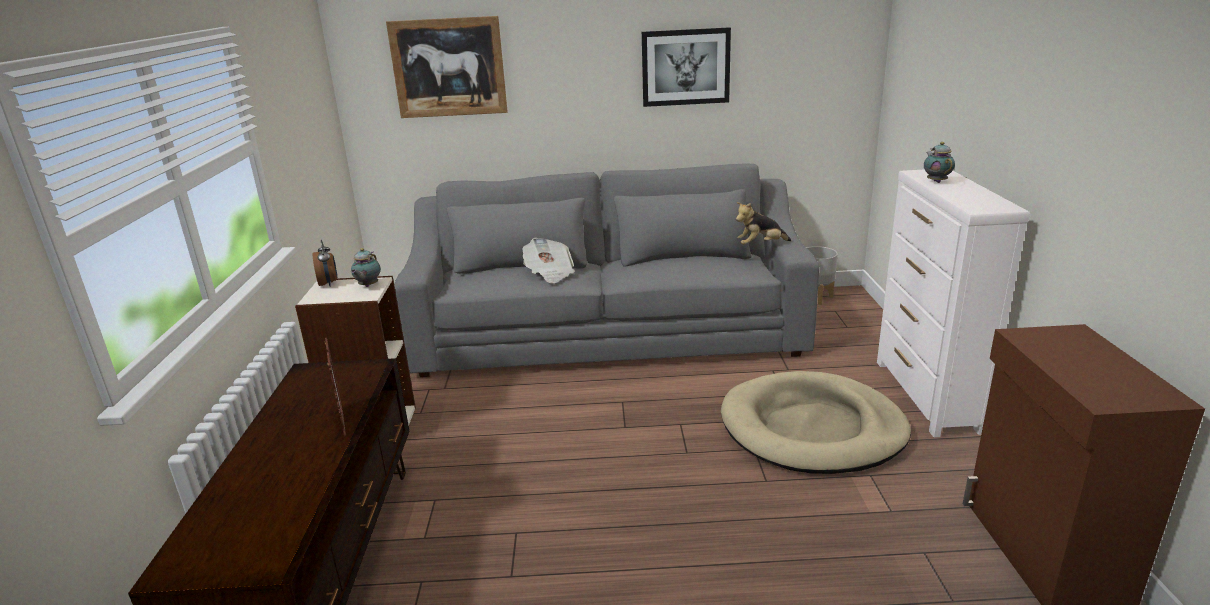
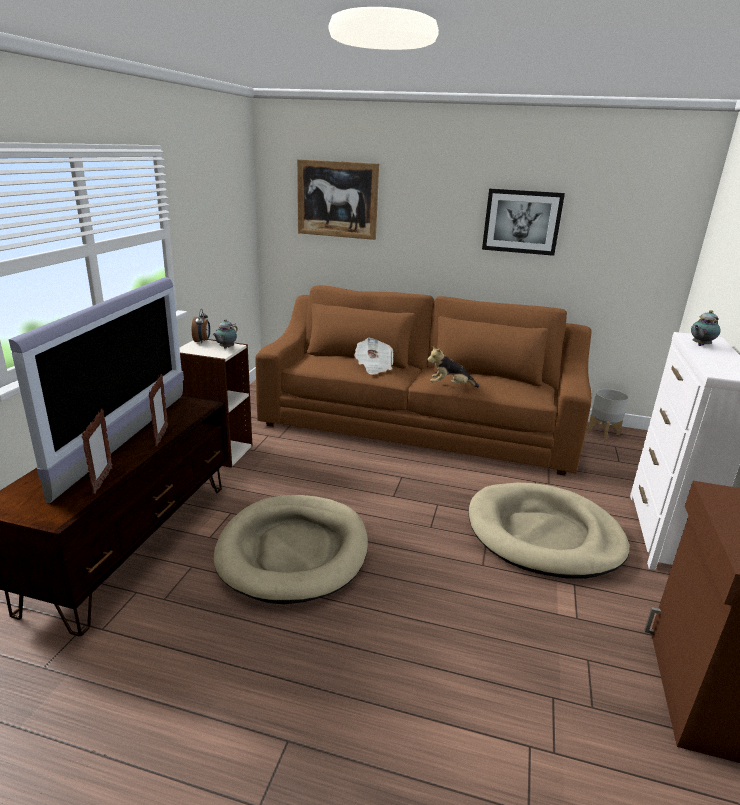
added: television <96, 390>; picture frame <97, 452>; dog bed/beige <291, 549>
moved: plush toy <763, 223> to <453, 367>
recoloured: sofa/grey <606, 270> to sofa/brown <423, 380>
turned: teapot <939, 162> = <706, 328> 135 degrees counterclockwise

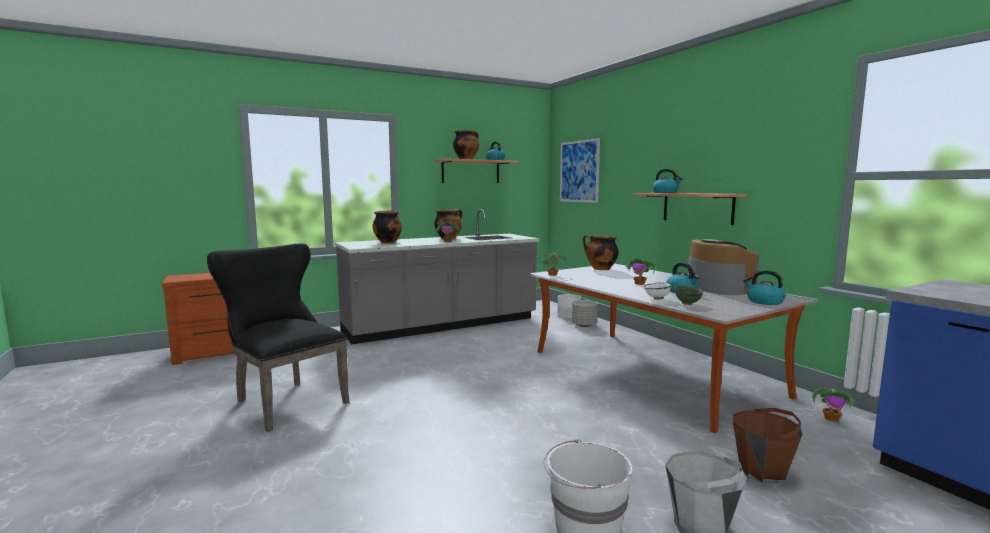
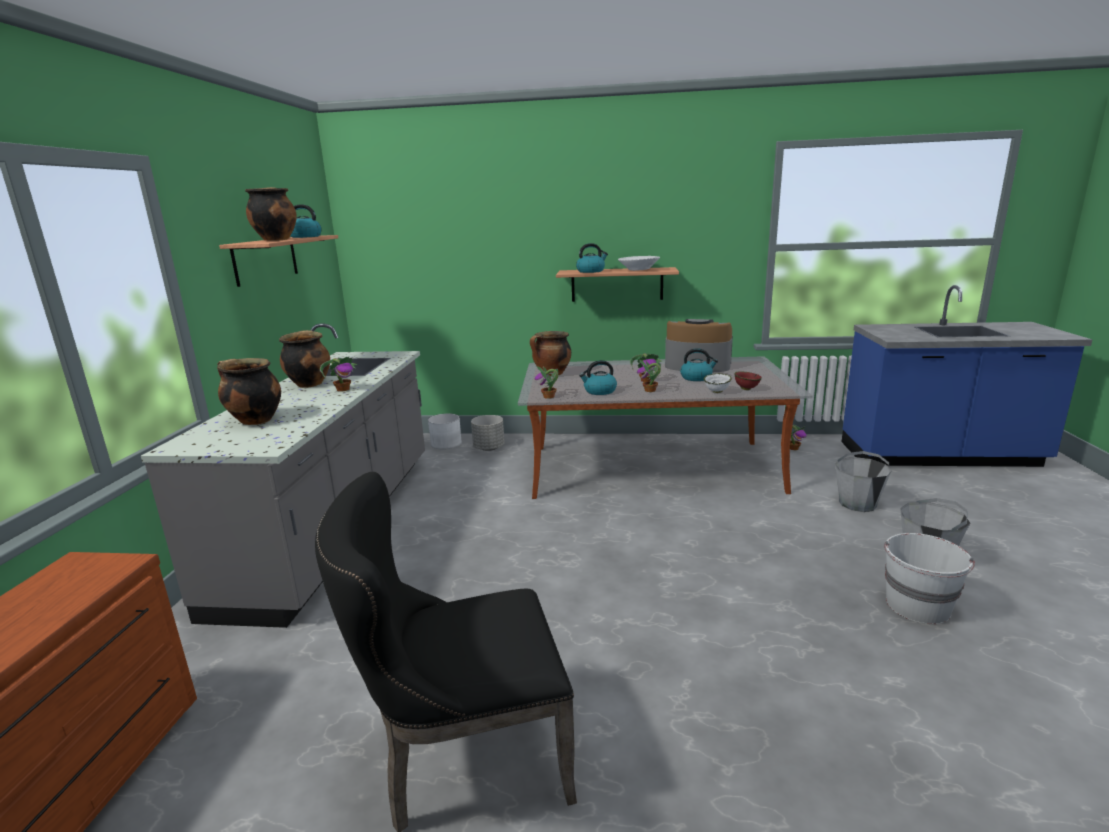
removed: picture <580, 170>
added: bowl/white <639, 263>; potted plant <649, 376>
moved: kettle <764, 287> to <598, 377>
recoloured: bowl/green <689, 295> to bowl/red <748, 380>; bucket/brown <767, 446> to bucket/grey <863, 481>

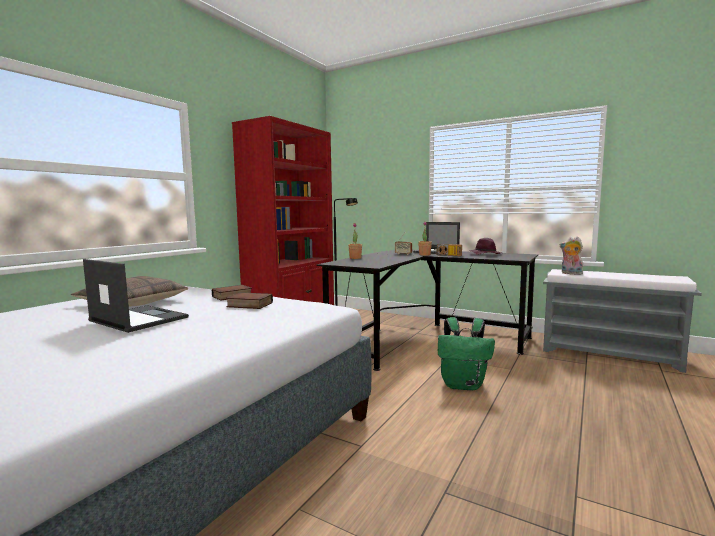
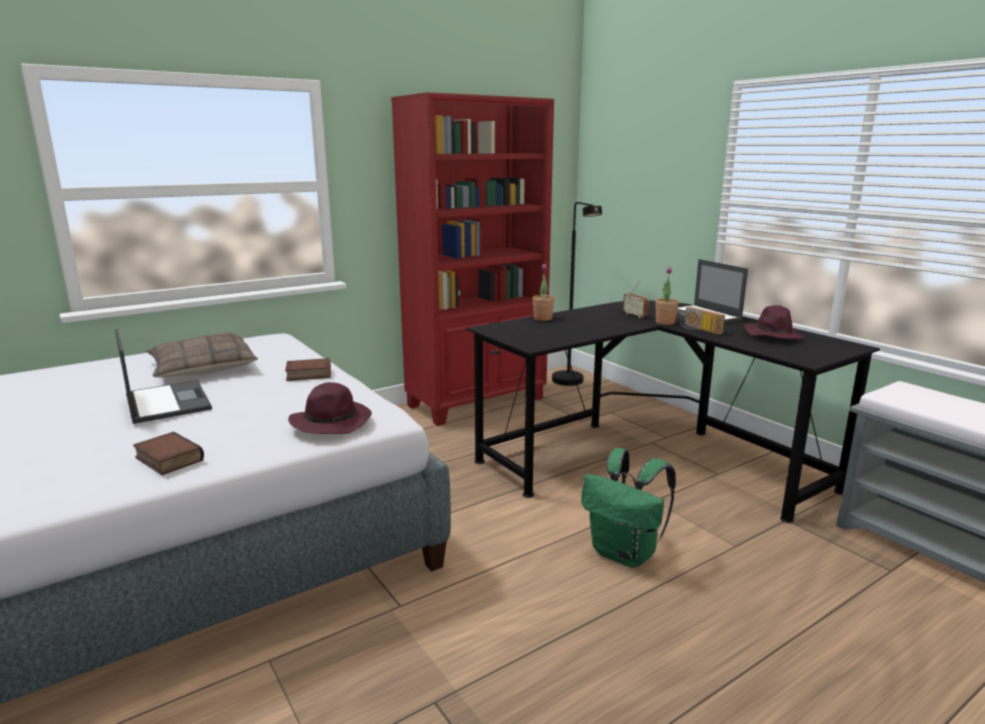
removed: plush toy <571, 255>
added: hat/purple <330, 408>
moved: book <249, 300> to <168, 453>

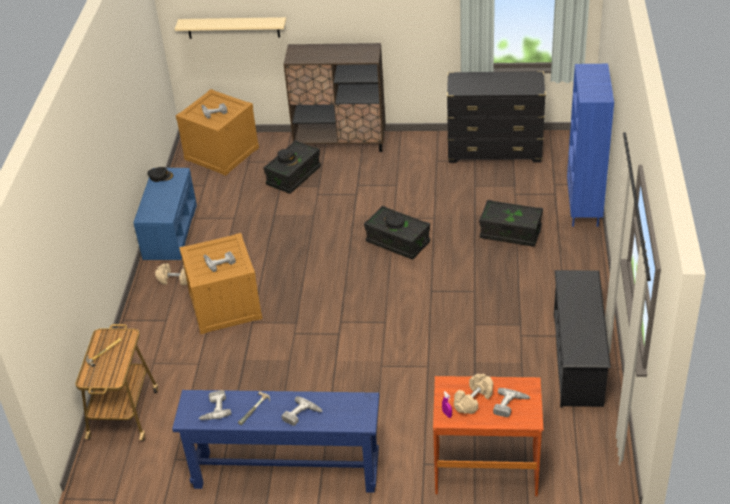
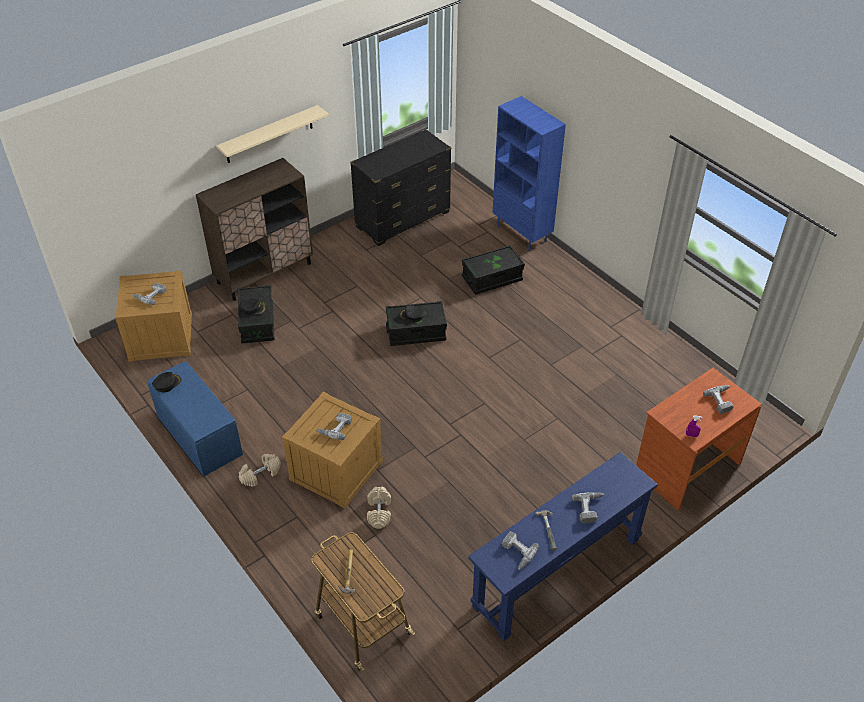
removed: shoe rack/black <582, 339>
moved: shelf/beige <230, 28> to <272, 134>; dumbbell/beige <473, 394> to <379, 508>

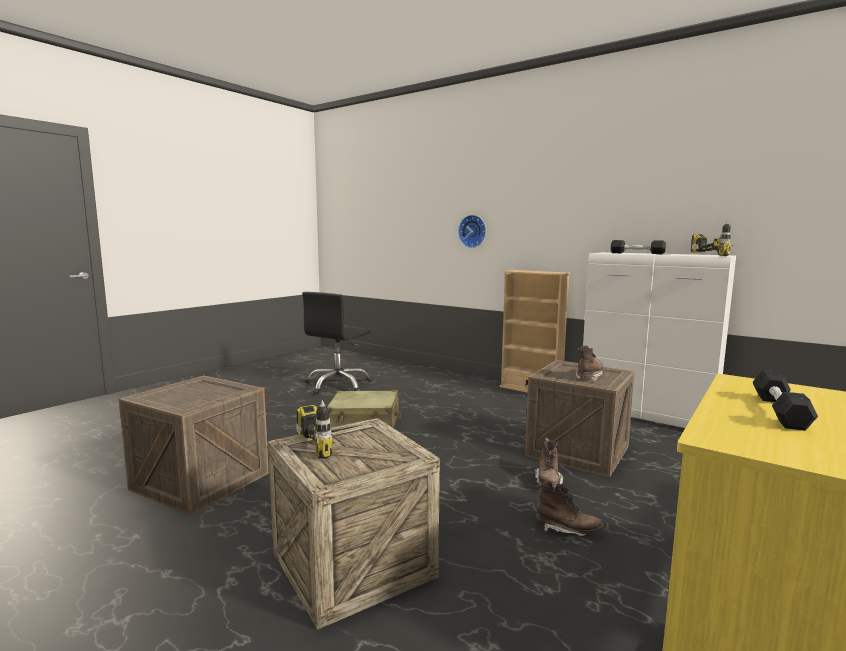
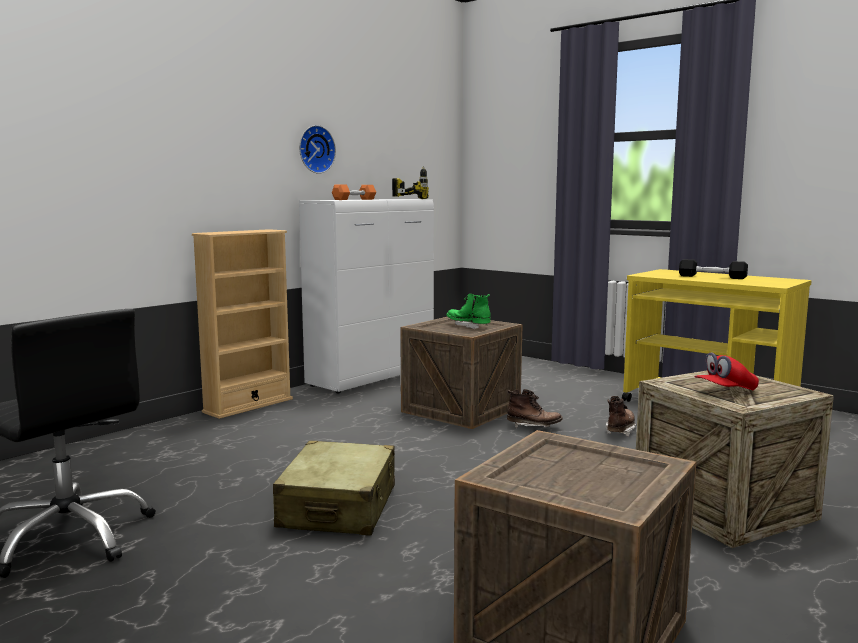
moved: wall clock <472, 231> to <317, 149>
replaced: power drill <331, 429> to cap/red <726, 371>
recoloured: boot/brown <590, 363> to boot/green <469, 311>; dumbbell/black <638, 247> to dumbbell/orange <354, 192>

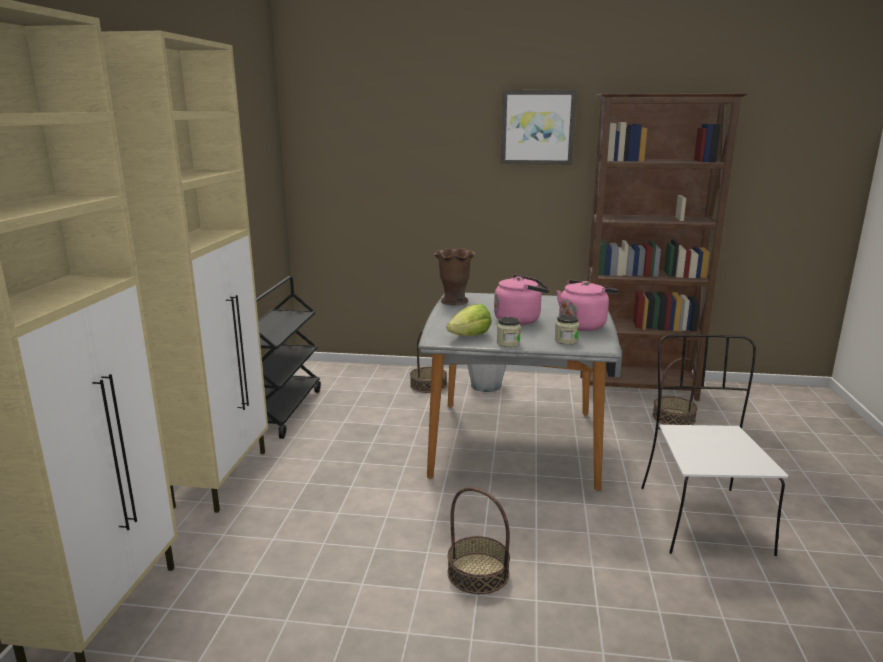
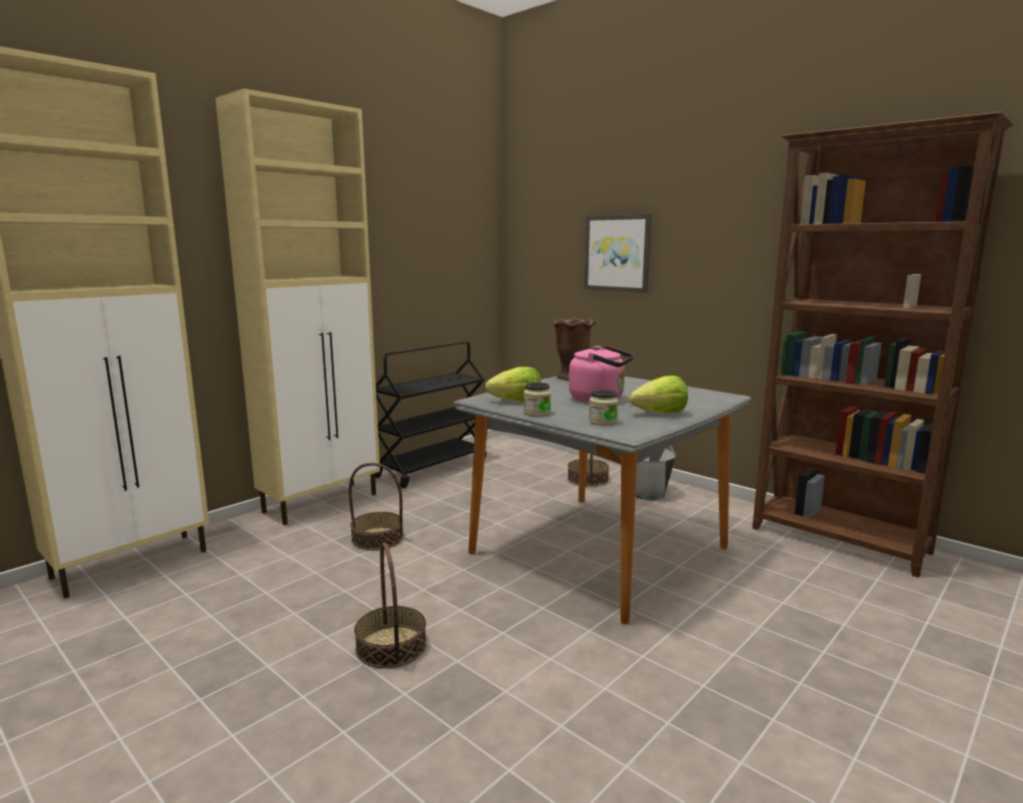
removed: chair/white <714, 445>
moved: picture <539, 127> to <618, 253>; basket <675, 391> to <376, 506>
replaced: kettle/pink <588, 305> to lettuce <658, 394>

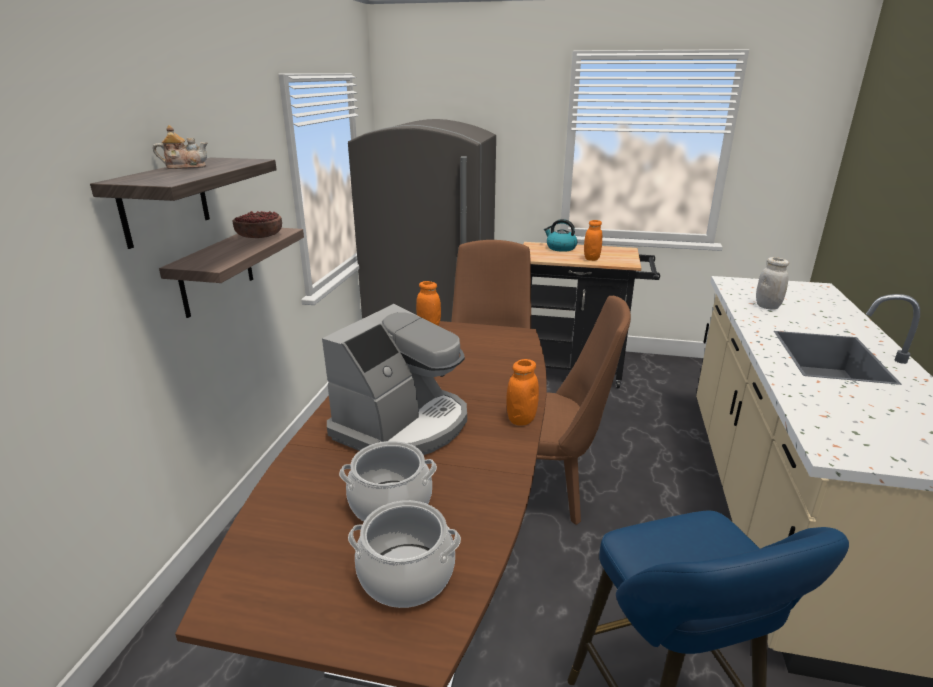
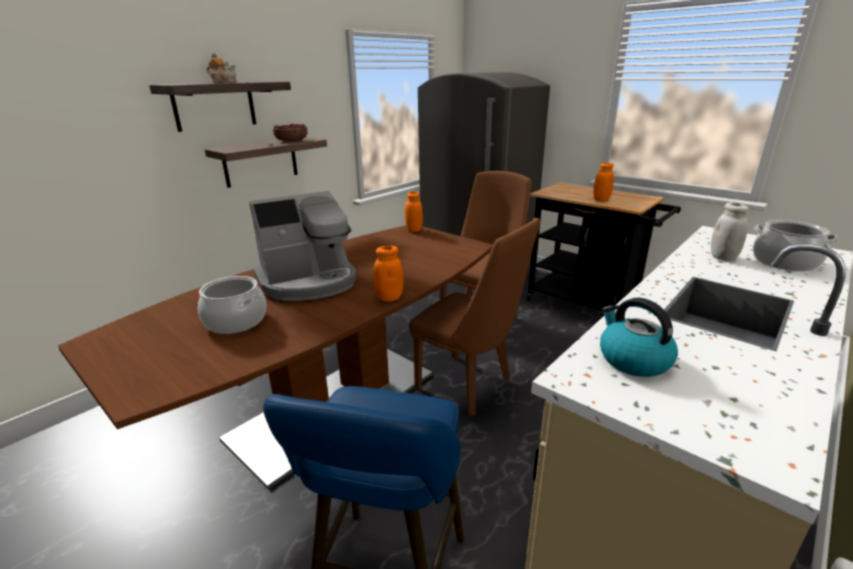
moved: cooking pot <404, 554> to <795, 245>; kettle <560, 235> to <639, 337>

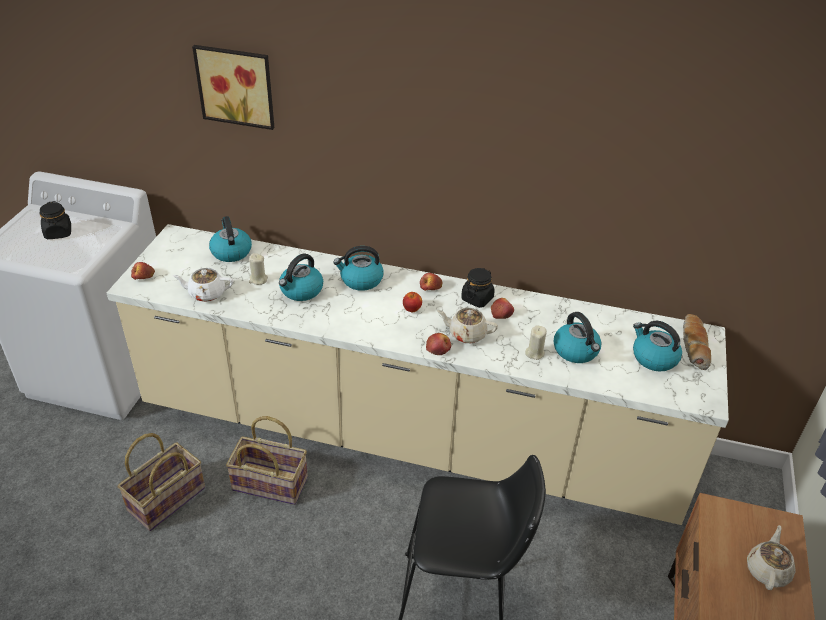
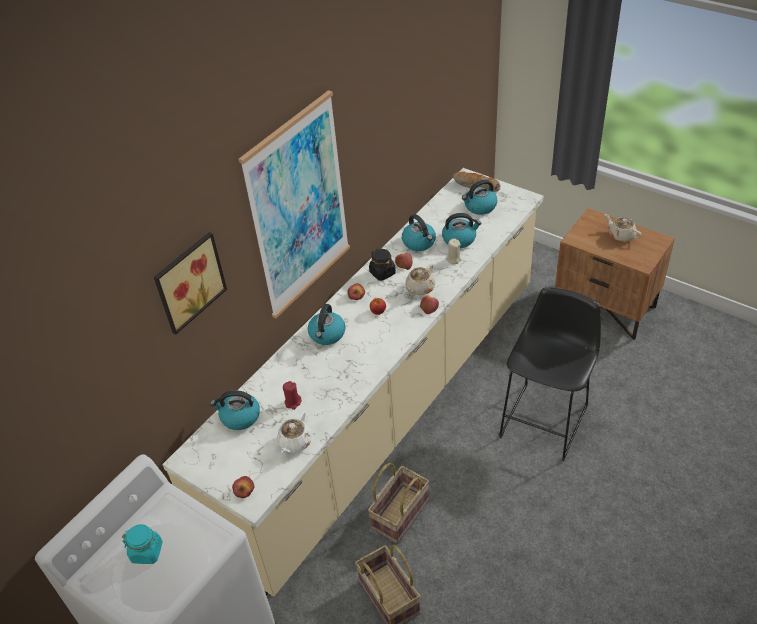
added: picture <294, 204>
moved: kettle <301, 277> to <419, 232>
recoloured: jar/black <55, 220> to jar/turquoise <142, 544>; candle/beige <258, 269> to candle/red <292, 395>

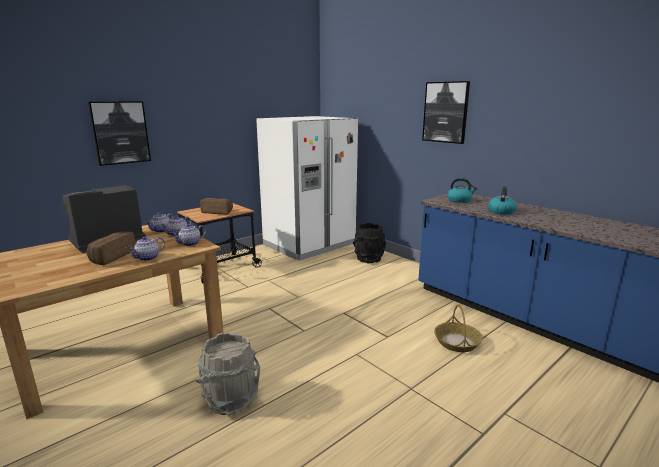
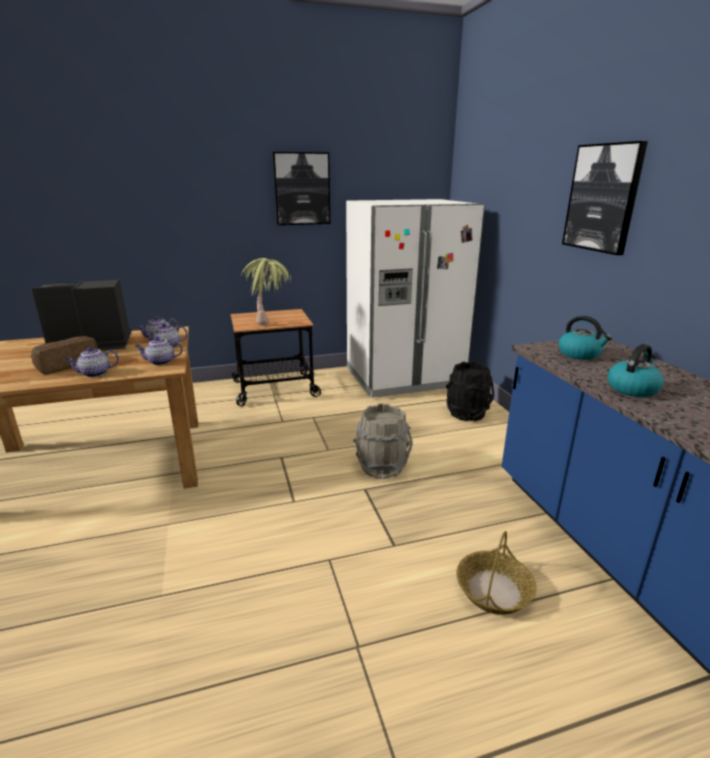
moved: picture <119, 133> to <301, 188>; bucket/grey <228, 373> to <383, 441>
replaced: bread <216, 206> to potted plant <266, 292>

